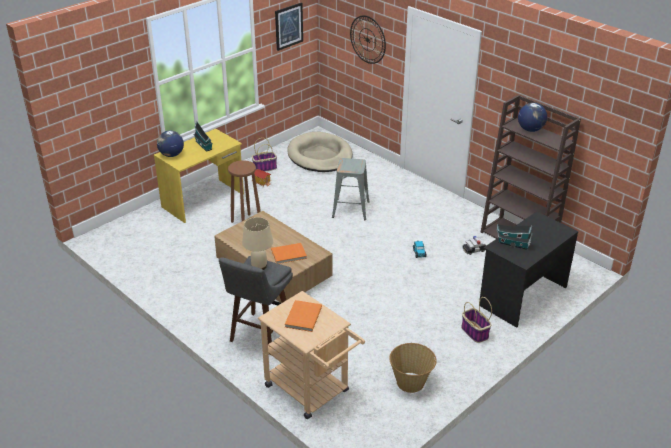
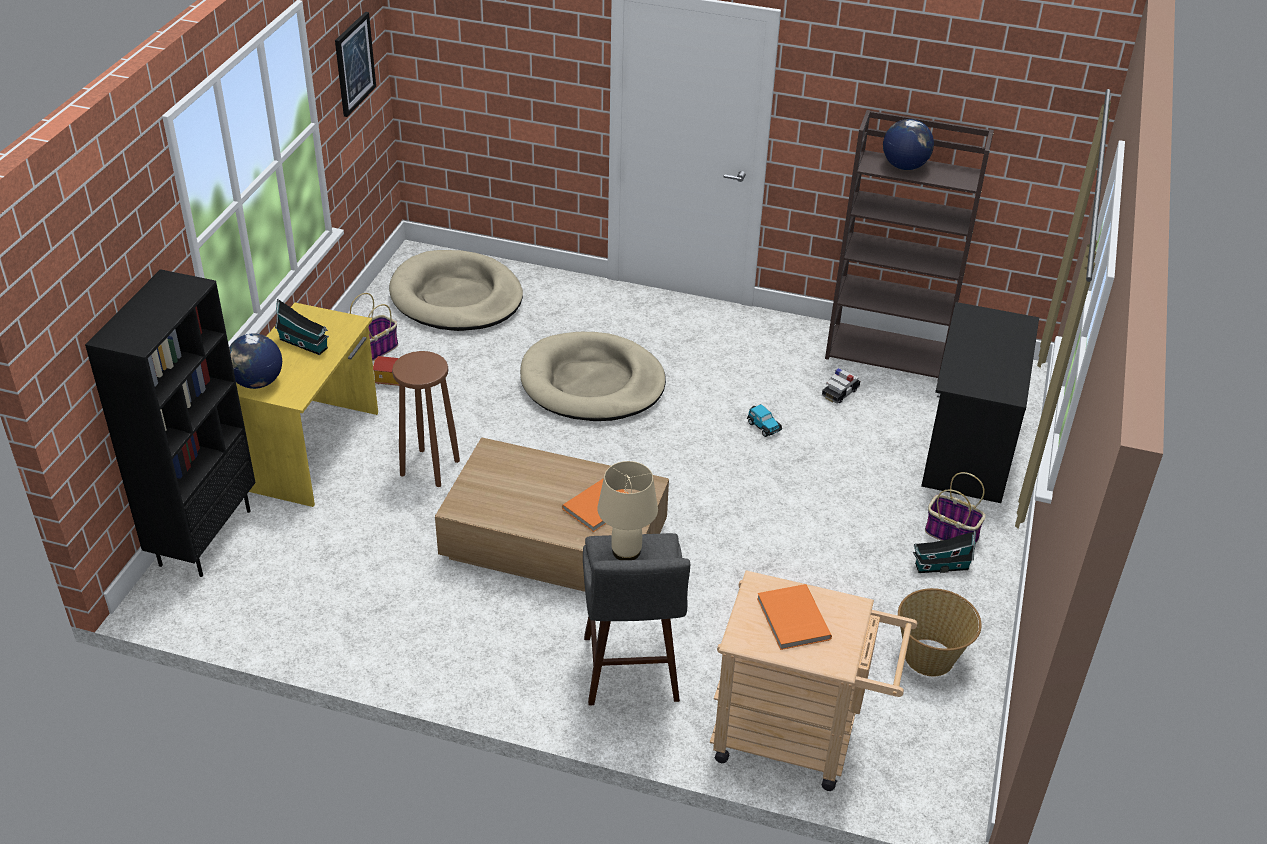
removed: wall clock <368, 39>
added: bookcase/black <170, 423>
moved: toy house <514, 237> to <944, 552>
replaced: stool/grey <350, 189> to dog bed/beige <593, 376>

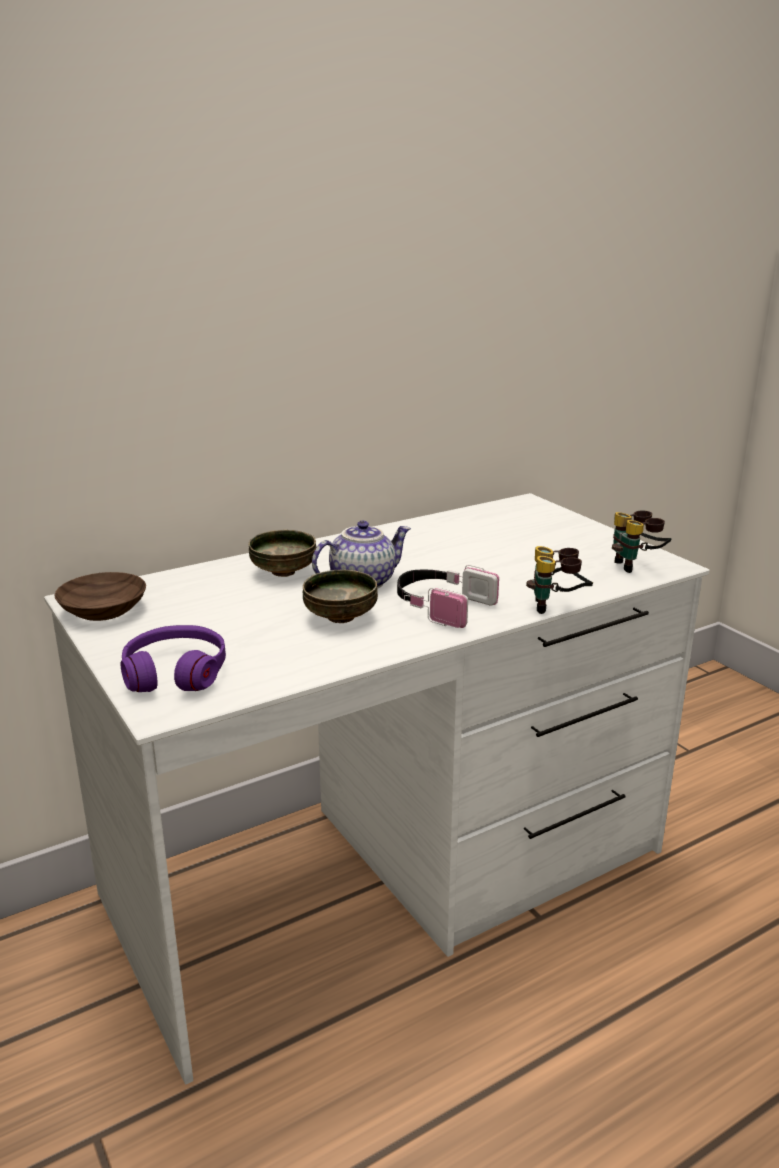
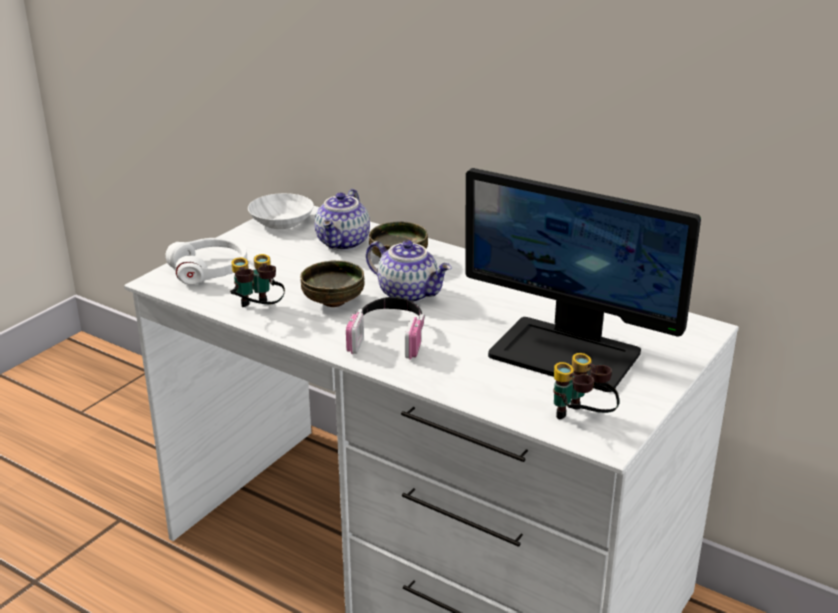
added: teapot <342, 220>; monitor <583, 280>
moved: binoculars <559, 580> to <257, 280>
recoloured: bowl/brown <100, 596> to bowl/white <281, 211>; headphones/purple <173, 658> to headphones/white <206, 261>

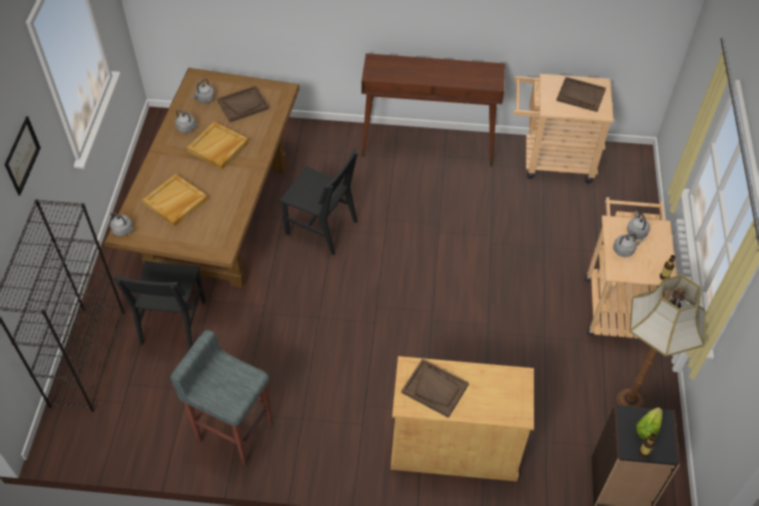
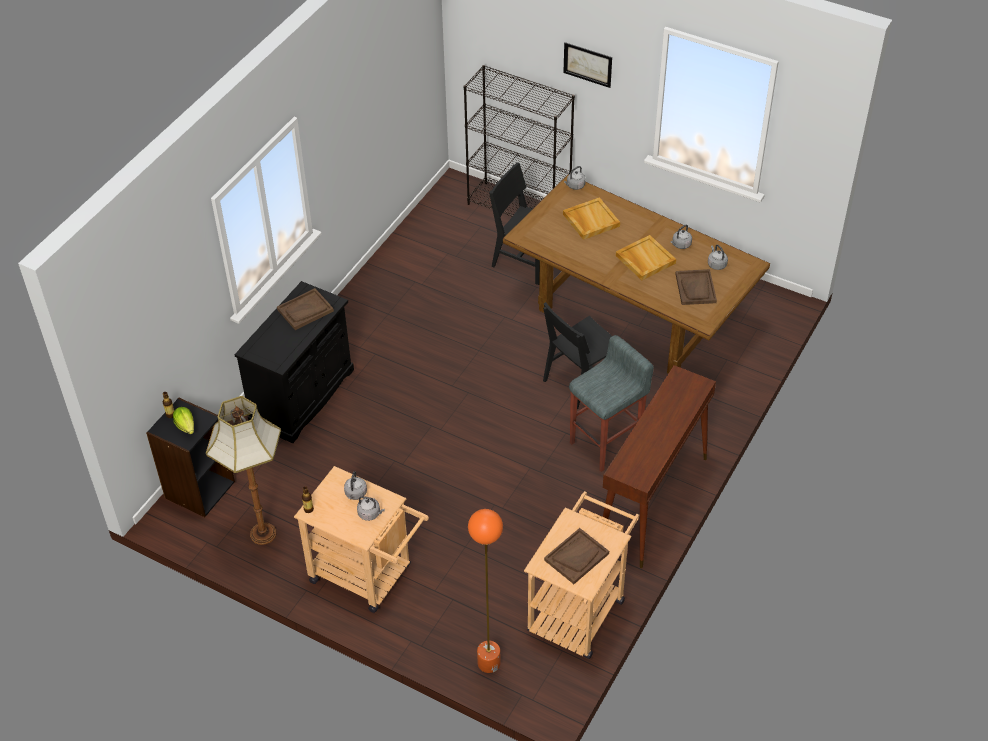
added: floor lamp/orange <485, 591>
moved: stool/grey <221, 397> to <611, 403>
recoloured: cabinet/beige <462, 419> to cabinet/black <294, 362>

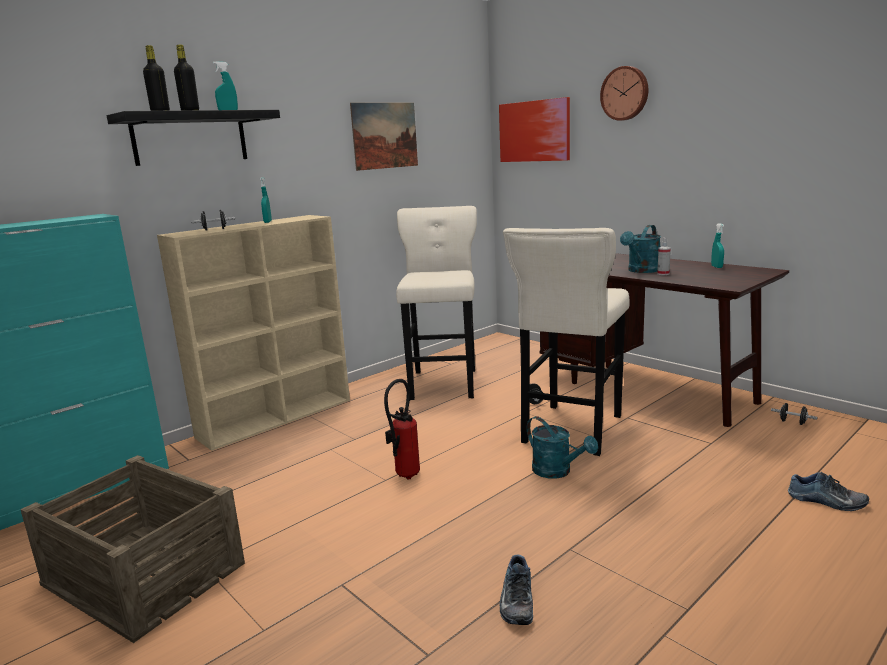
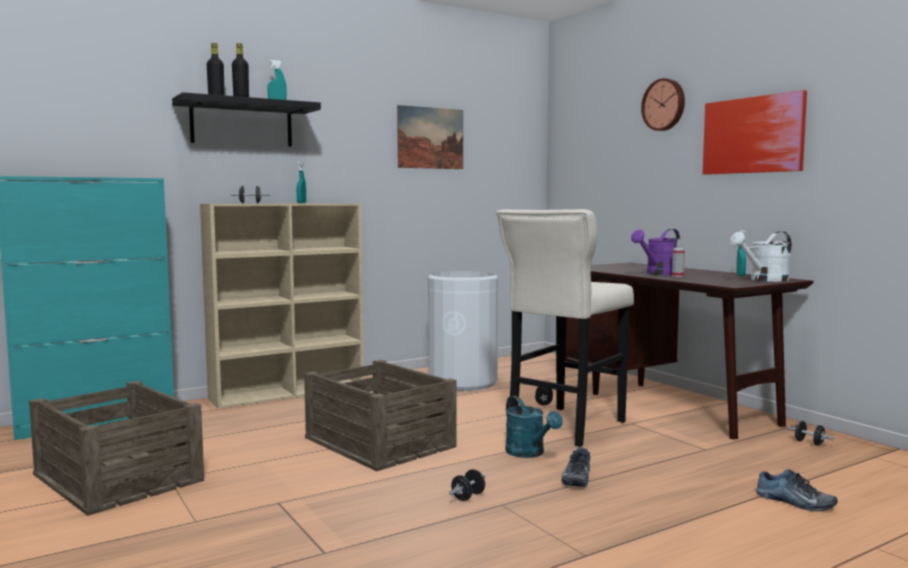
added: dumbbell/black <467, 485>; watering can/white <761, 256>
moved: picture <534, 129> to <755, 132>; shoe <516, 590> to <575, 467>
replaced: fire extinguisher <402, 429> to crate <380, 415>; stool/beige <436, 303> to trash can/white <463, 331>
recoloured: watering can/turquoise <640, 249> to watering can/purple <655, 252>

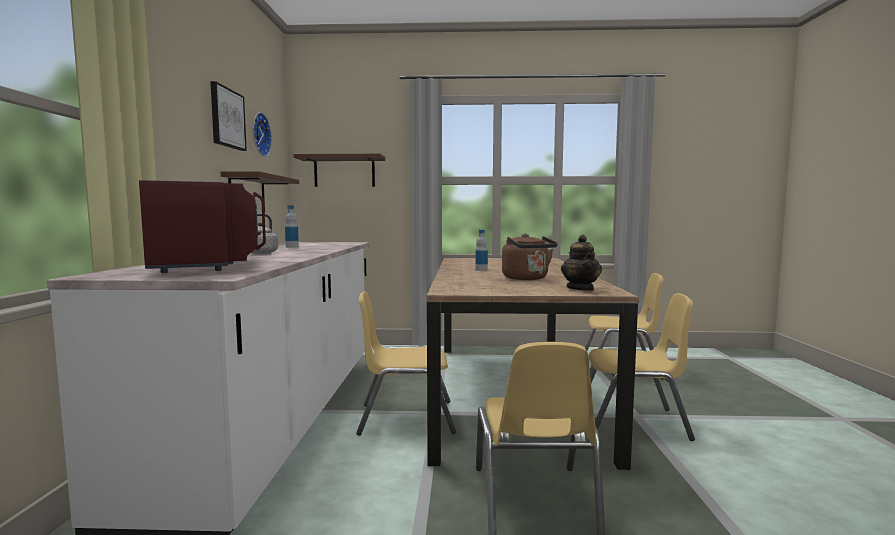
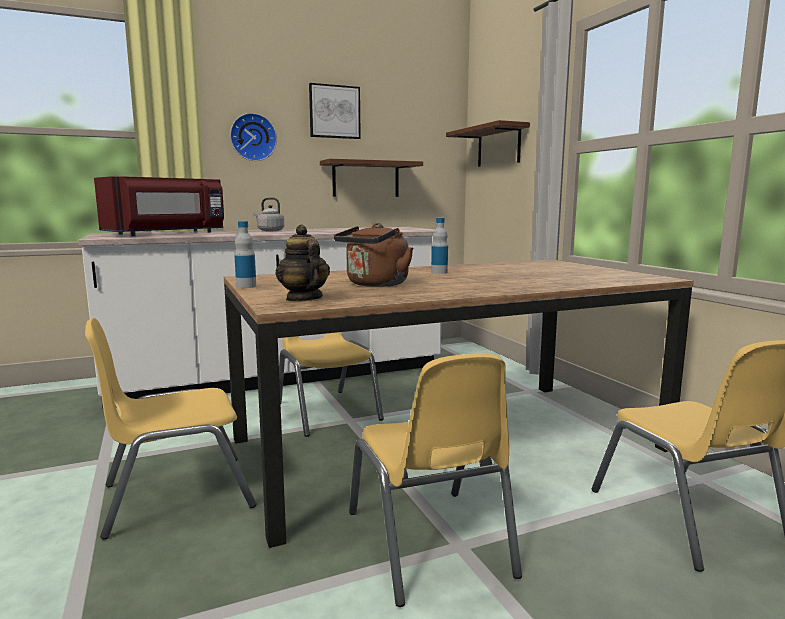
moved: wall clock <262, 134> to <253, 137>; bottle <292, 226> to <245, 254>
turned: teapot <581, 263> = <303, 263> 90 degrees clockwise

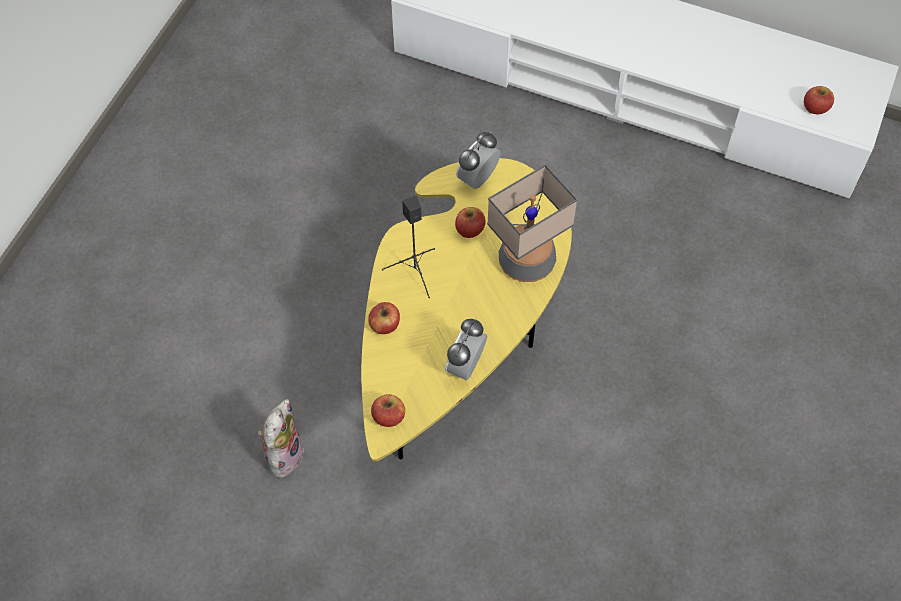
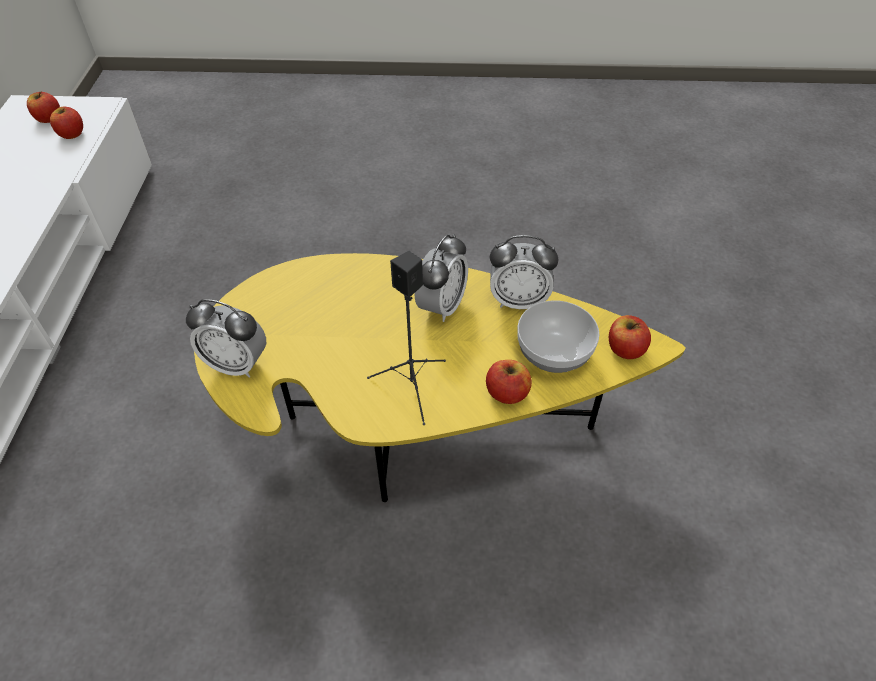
removed: plush toy <280, 440>; table lamp <532, 223>
added: alarm clock <441, 278>; bowl <558, 336>
moved: apple <470, 222> to <43, 107>

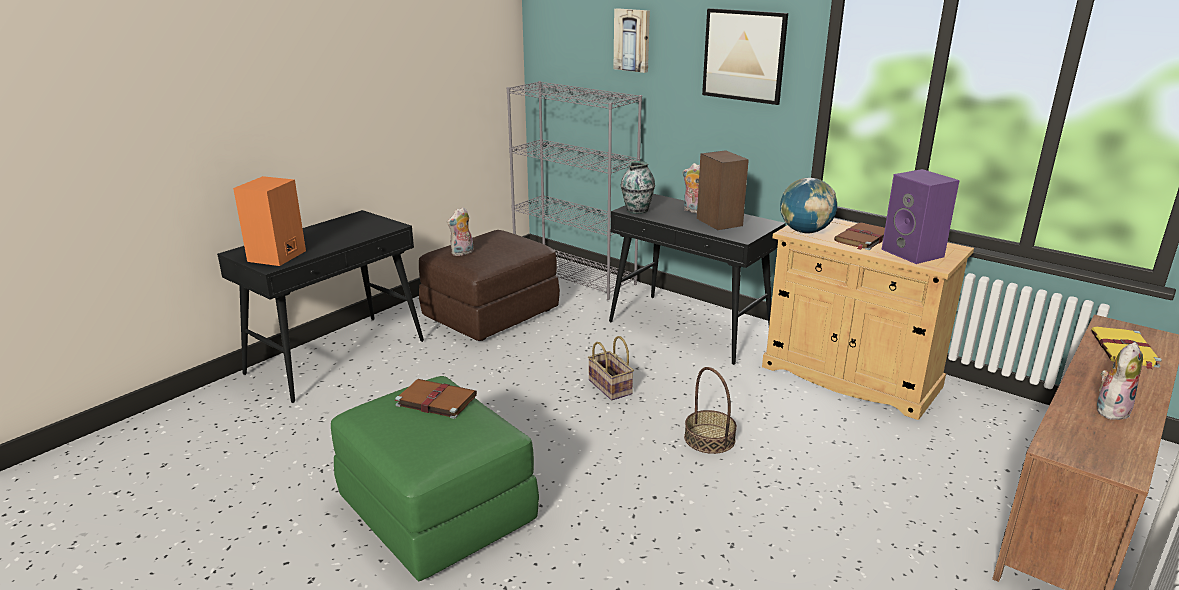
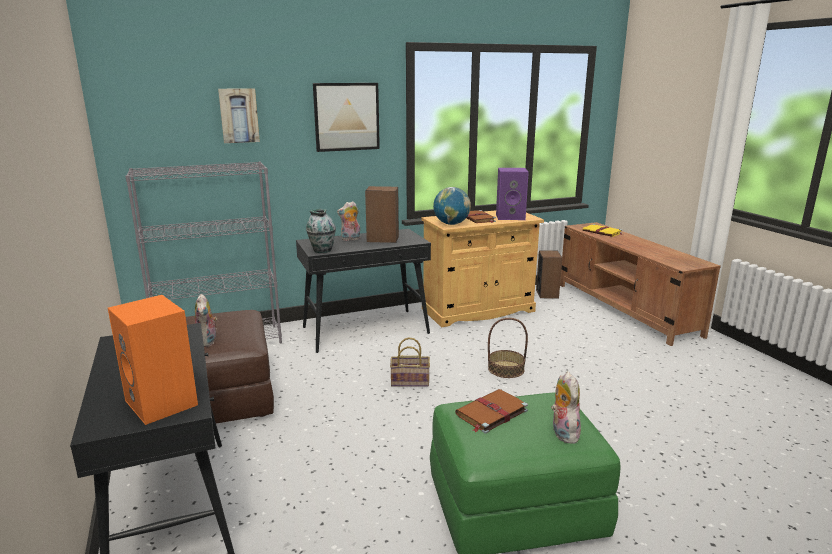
added: speaker <549, 274>
moved: plush toy <1118, 381> to <566, 408>

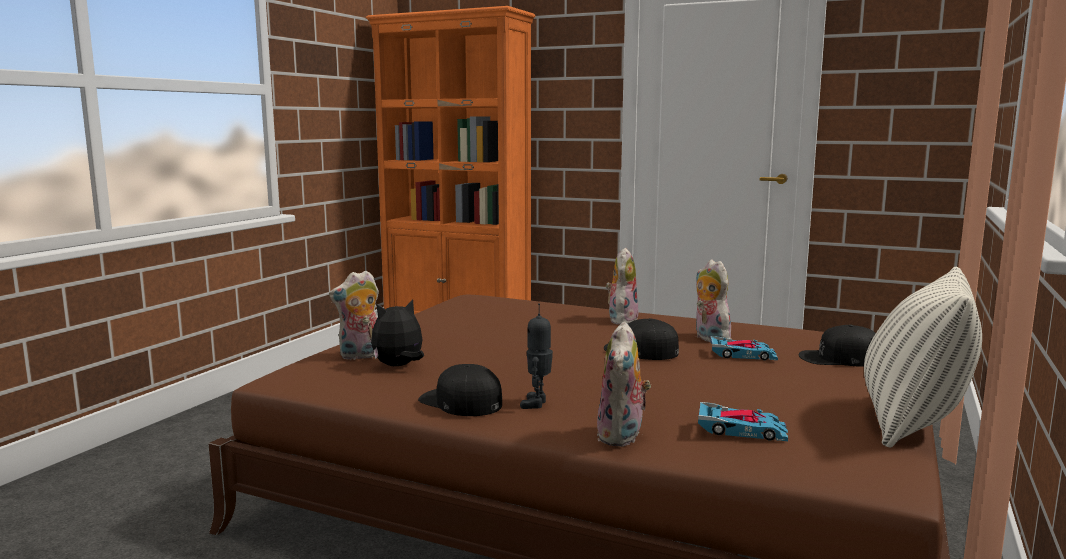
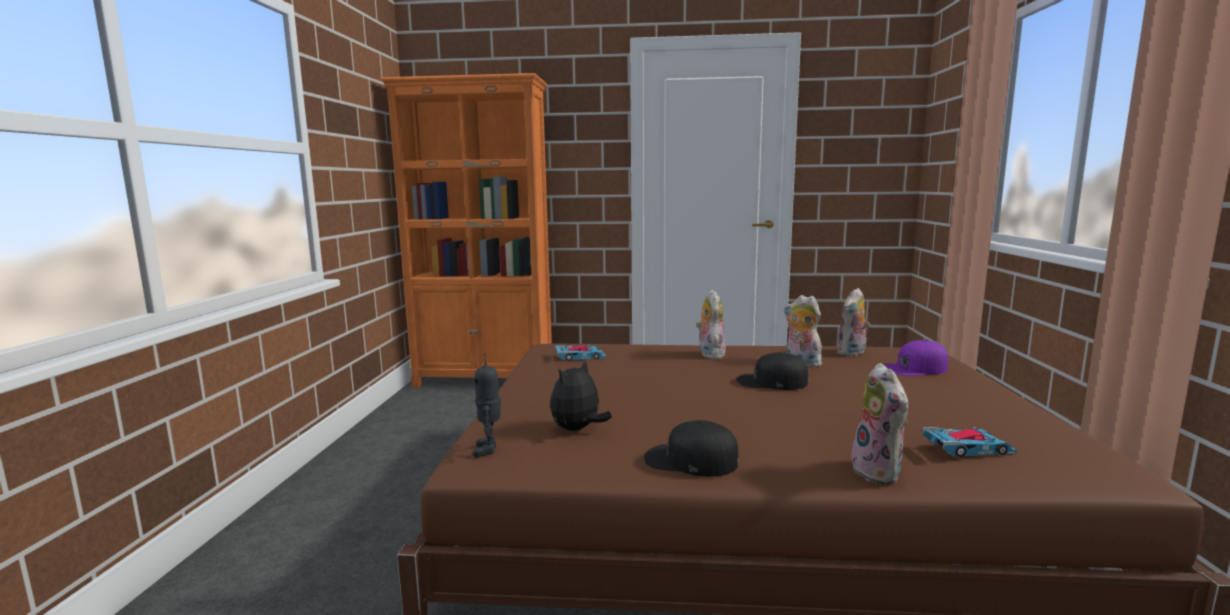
removed: pillow <923, 357>
moved: plush toy <354, 315> to <853, 322>; toy robot <536, 356> to <487, 405>; toy car <744, 348> to <580, 353>
recoloured: cap/black <837, 346> to cap/purple <916, 358>

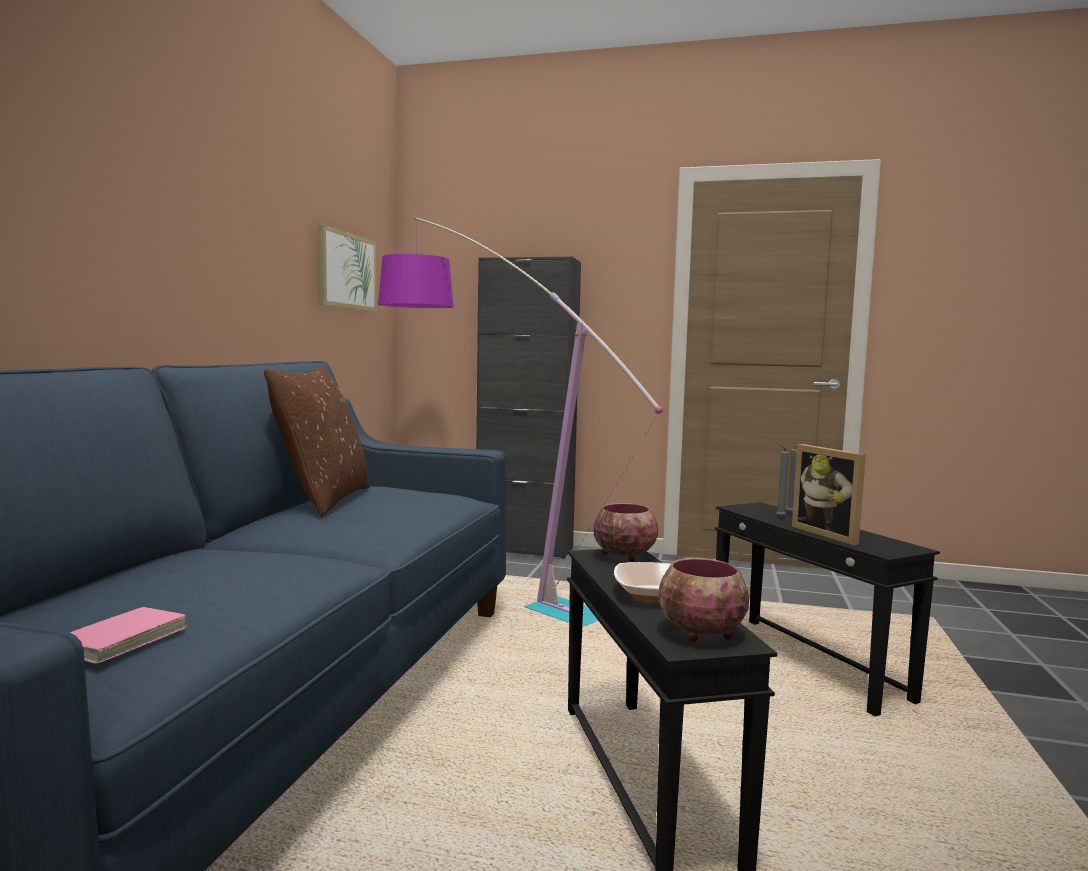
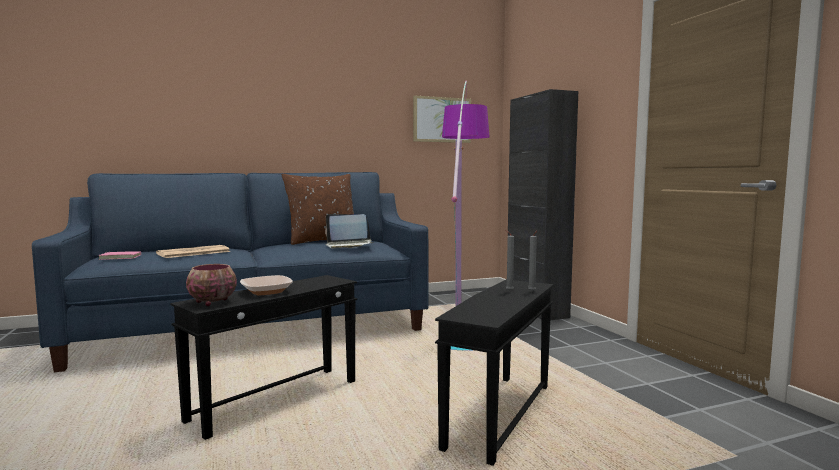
removed: bowl <626, 532>; picture frame <829, 494>
added: newspaper <193, 251>; laptop <349, 231>

